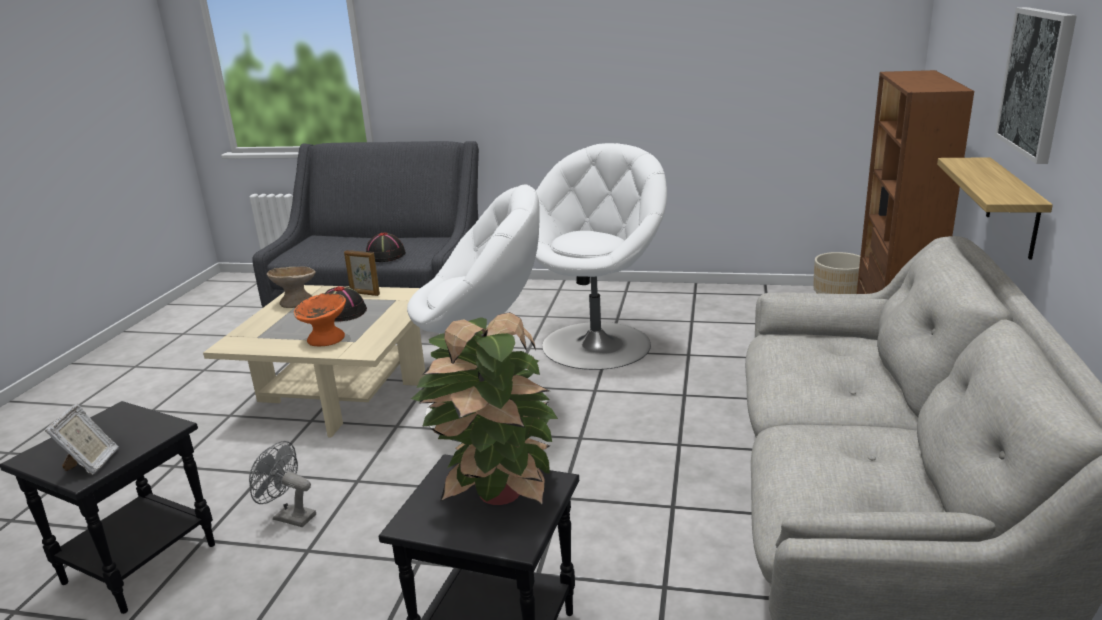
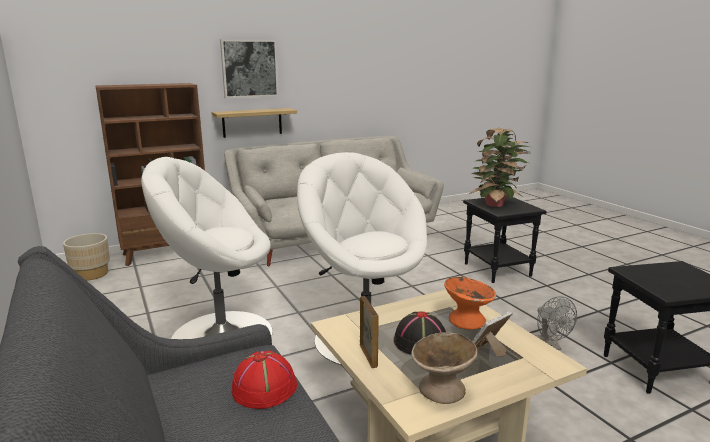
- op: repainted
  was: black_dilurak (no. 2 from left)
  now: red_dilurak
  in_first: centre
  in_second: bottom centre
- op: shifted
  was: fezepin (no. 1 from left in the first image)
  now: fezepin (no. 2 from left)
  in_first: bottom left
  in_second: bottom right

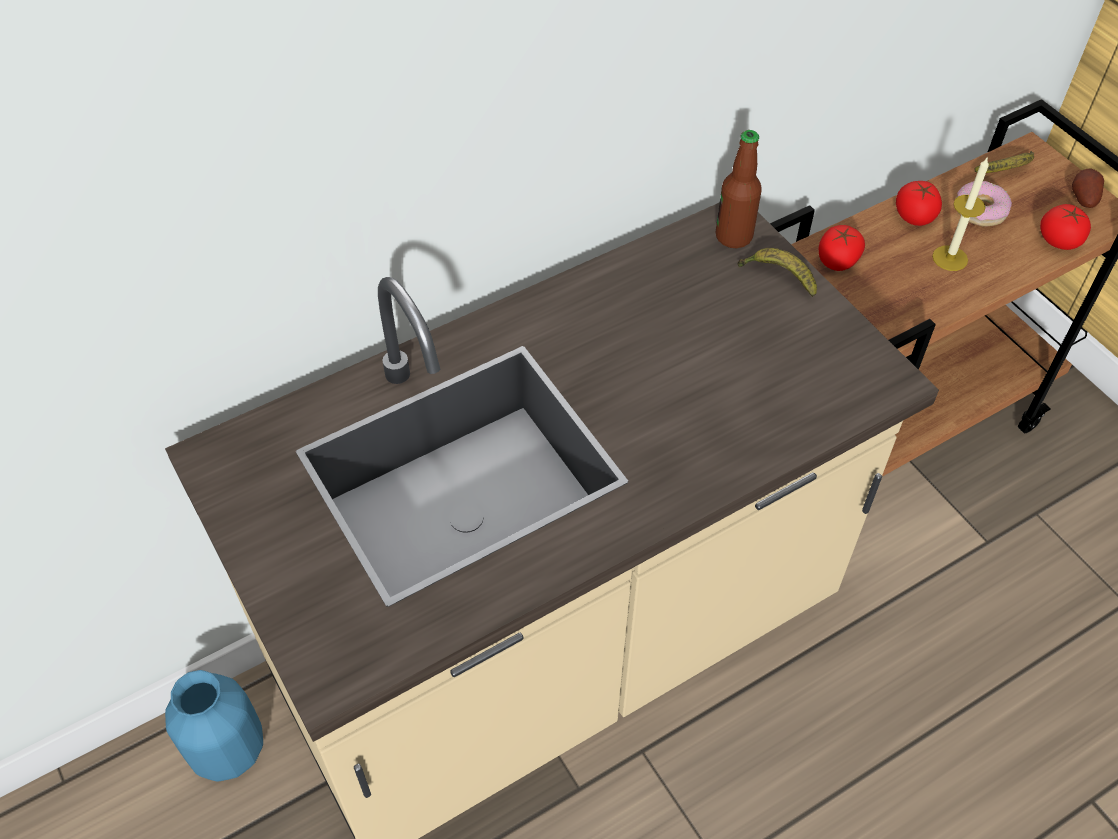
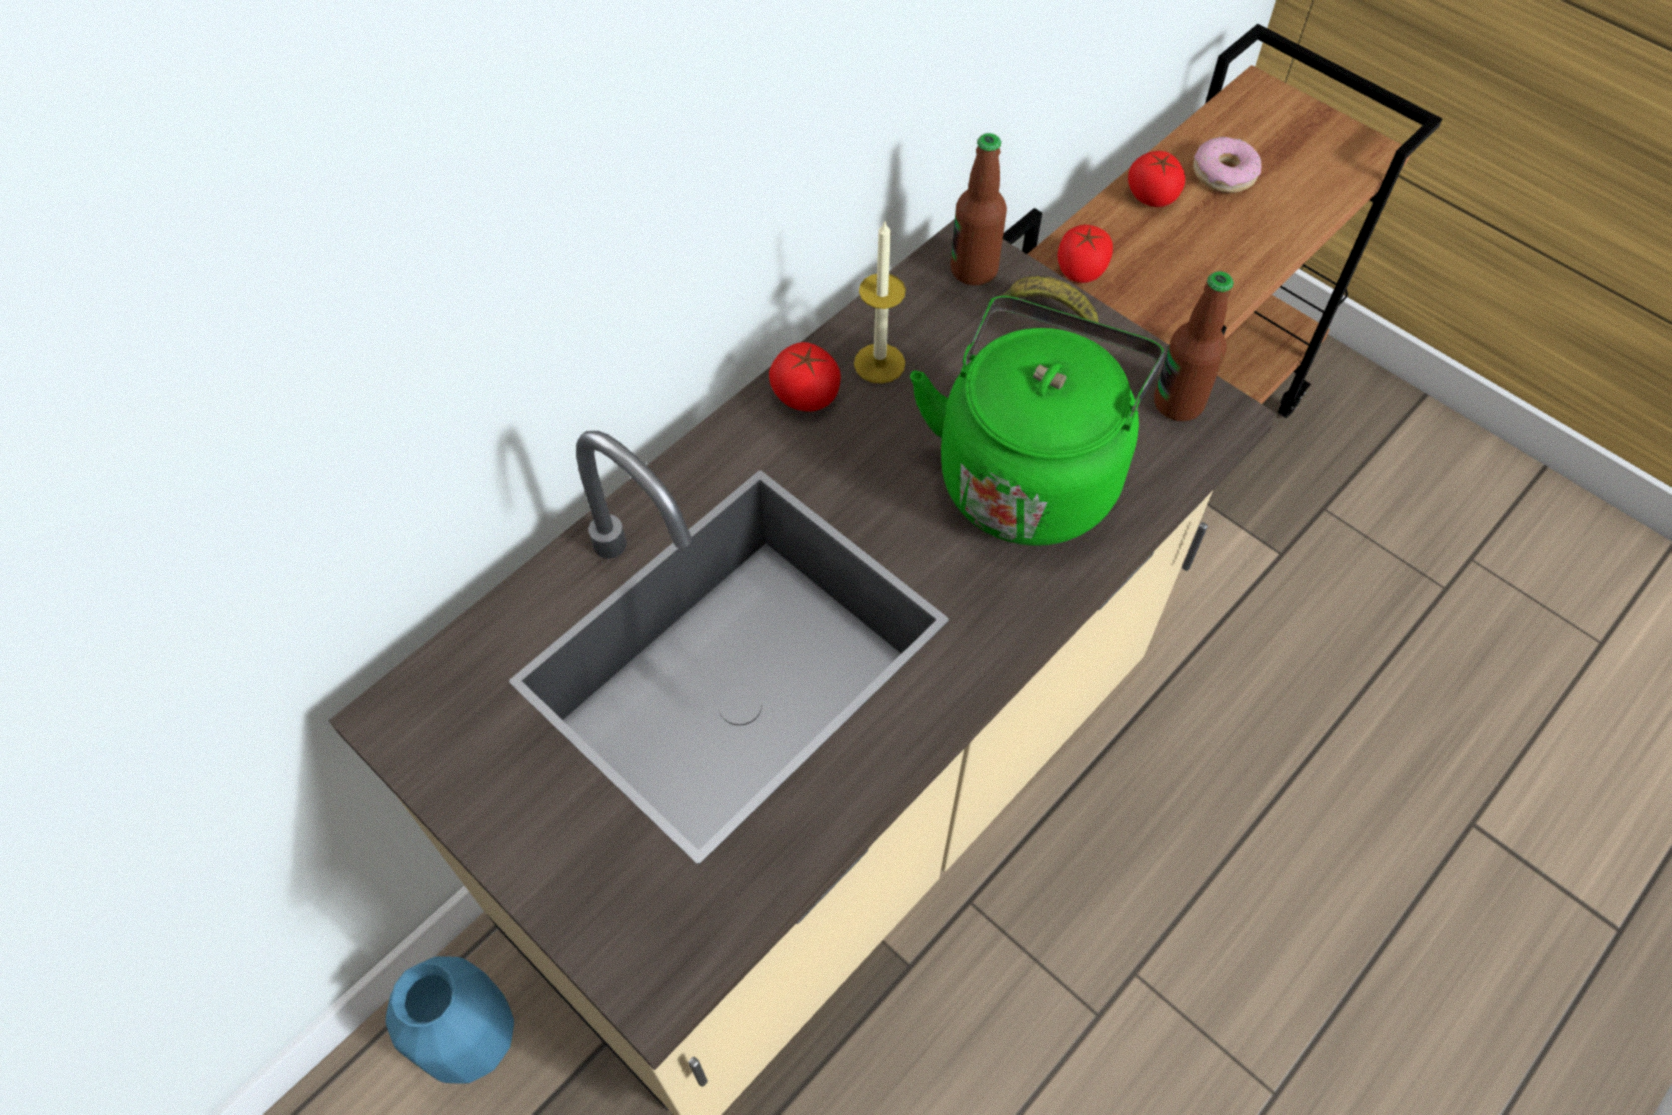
- op: gone
  was: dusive (no. 2 from left)
  in_first: top right
- op: shifted
  was: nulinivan
  in_first: top right
  in_second: top centre
- op: gone
  was: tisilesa
  in_first: top right
- op: shifted
  was: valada (no. 3 from left in the first image)
  now: valada (no. 1 from left)
  in_first: top right
  in_second: centre
- op: new
  now: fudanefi (no. 2 from left)
  in_second: top right
- op: new
  now: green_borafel
  in_second: centre

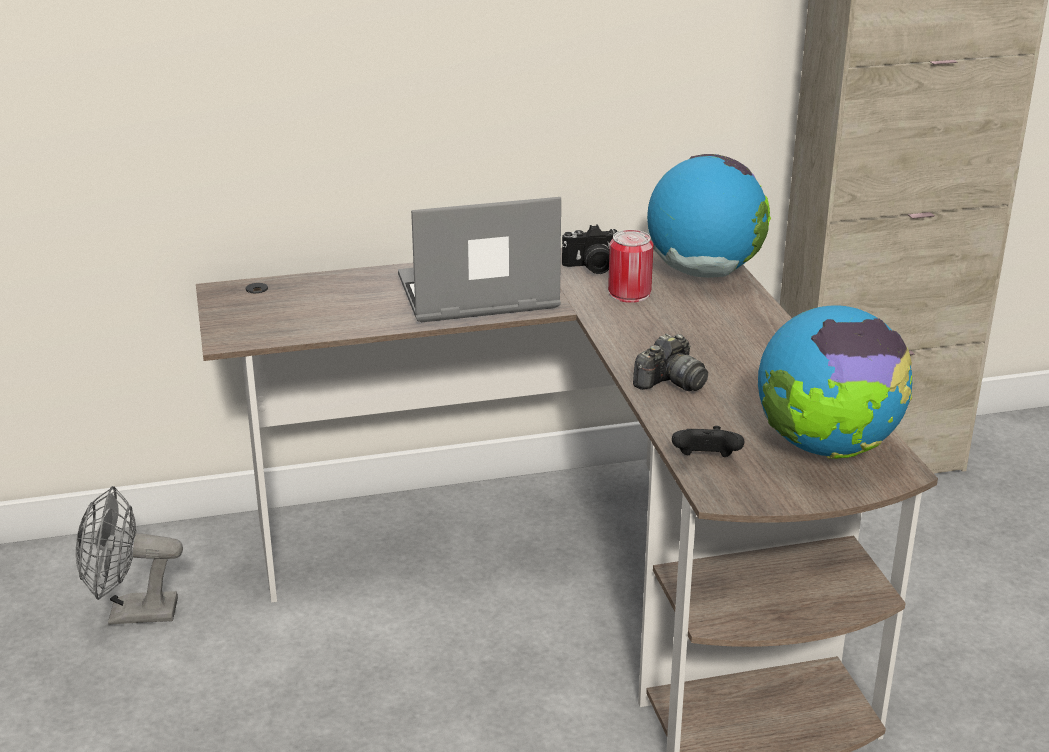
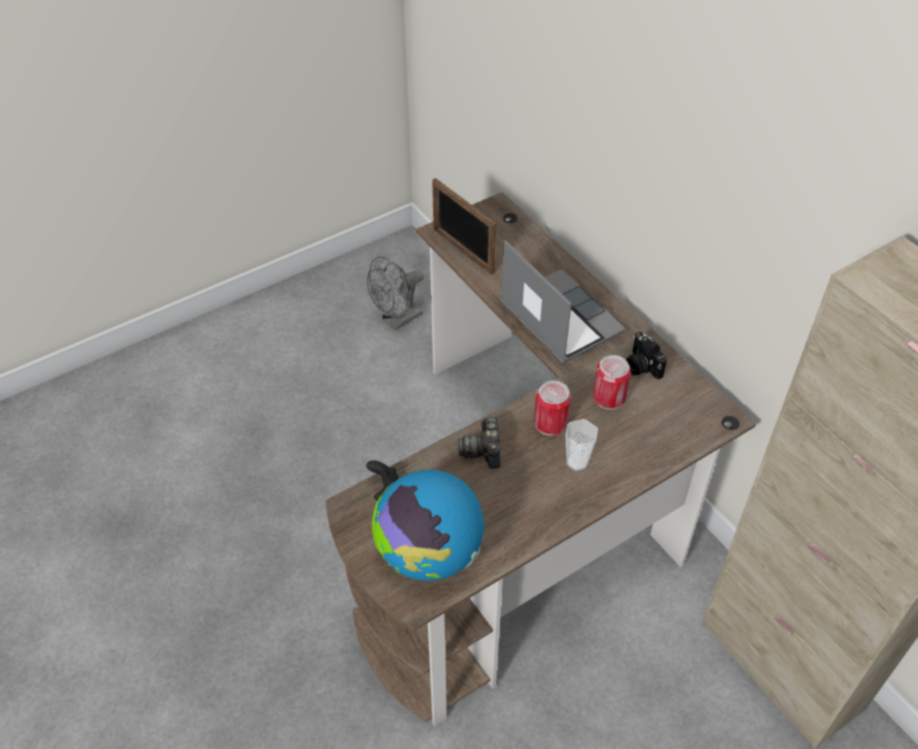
- op: gone
  was: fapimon (no. 1 from left)
  in_first: top right
- op: rotated
  was: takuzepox (no. 2 from left in the first image)
  in_first: centre
  in_second: centre
  clockwise: 60
- op: rotated
  was: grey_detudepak
  in_first: bottom left
  in_second: centre
  clockwise: -105
- op: new
  now: fezepin
  in_second: top centre
- op: new
  now: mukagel (no. 1 from left)
  in_second: centre
- op: new
  now: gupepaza
  in_second: centre

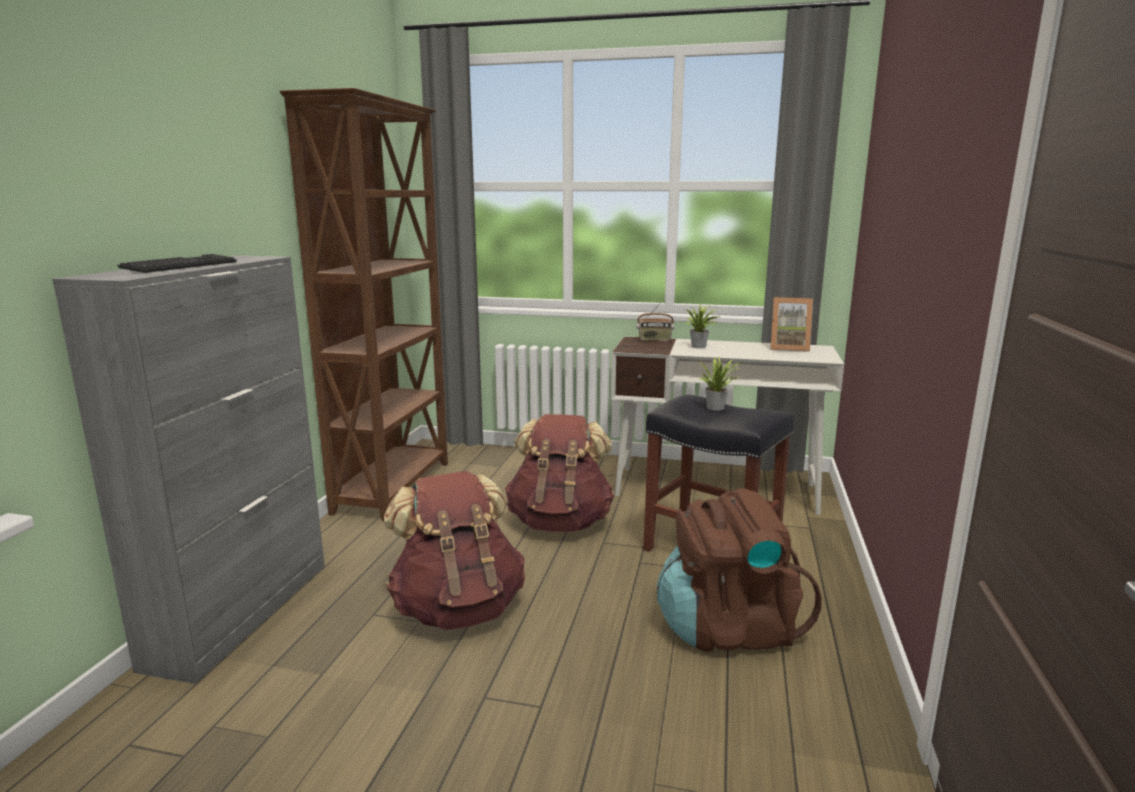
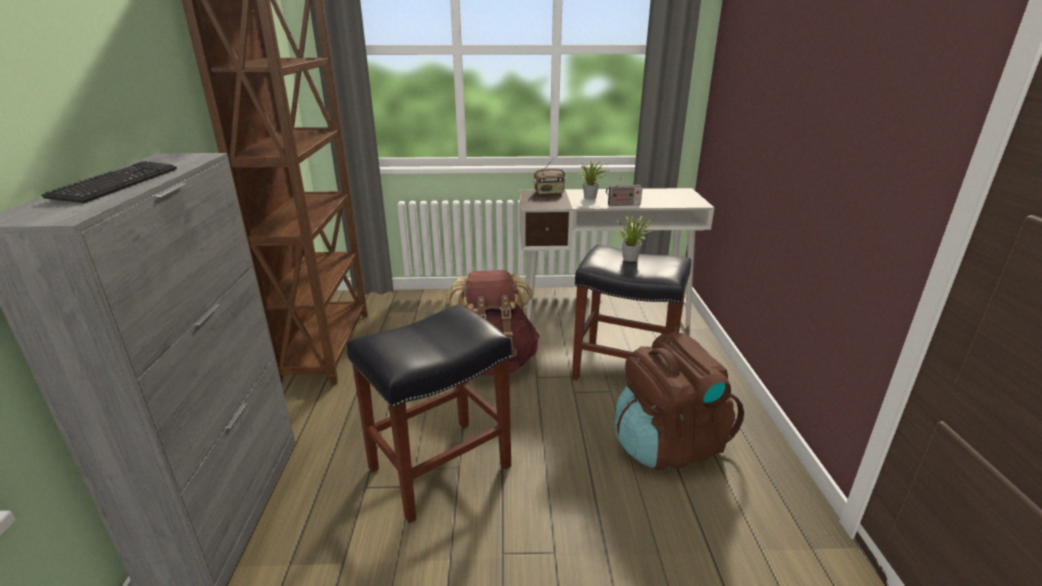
- op: gone
  was: fezepin
  in_first: middle right
- op: swapped
  was: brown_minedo (no. 1 from left)
  now: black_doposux (no. 1 from left)
  in_first: bottom centre
  in_second: bottom centre
- op: new
  now: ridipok (no. 2 from left)
  in_second: top centre

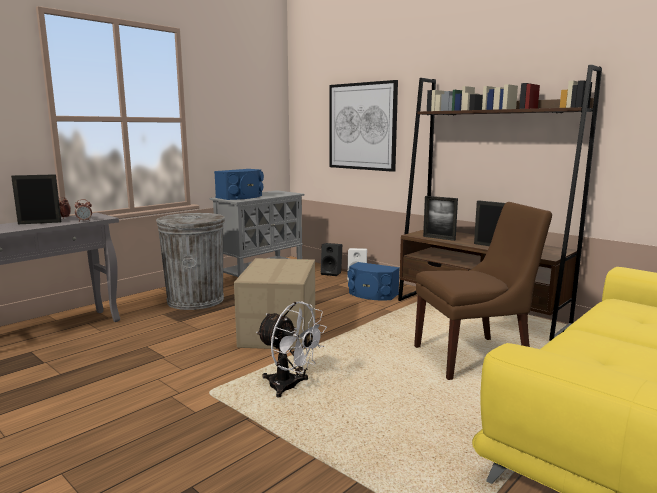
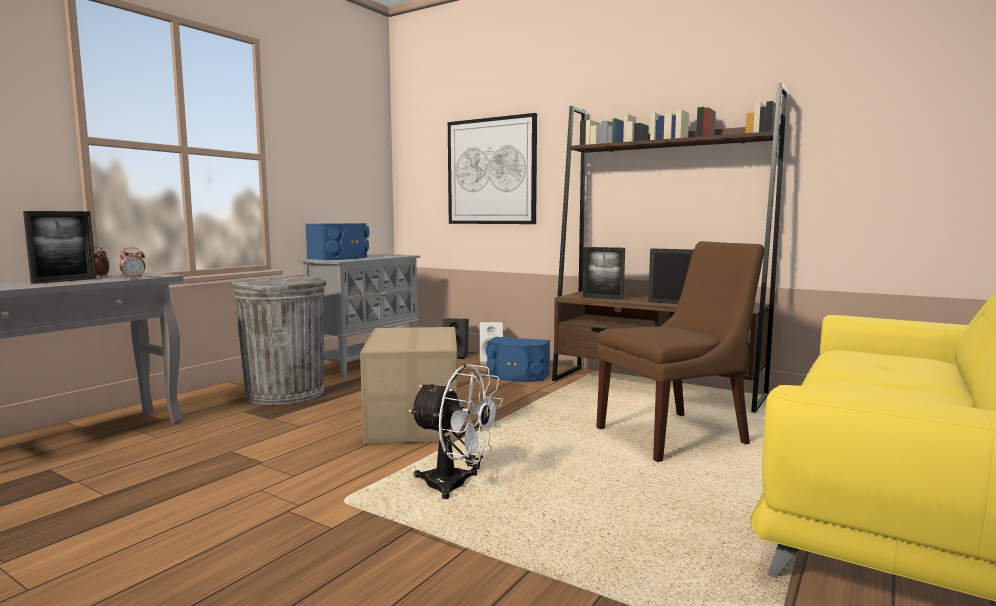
- op: rotated
  was: fezepin (no. 1 from left)
  in_first: middle left
  in_second: middle left
  clockwise: 150

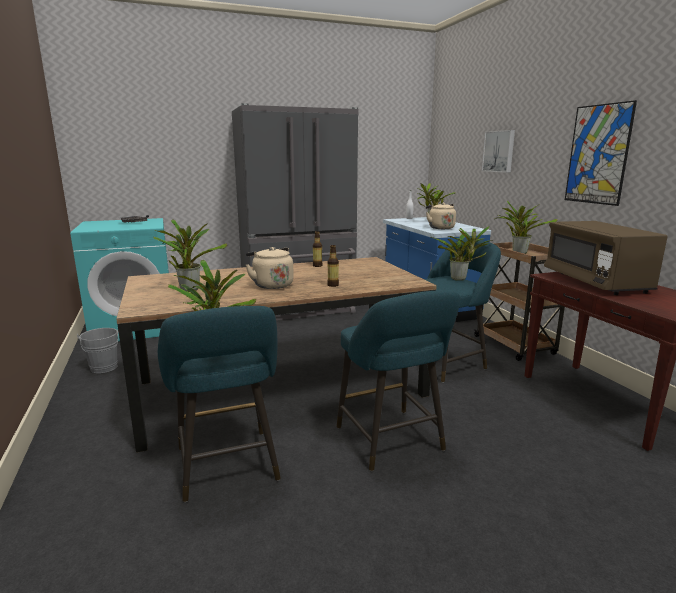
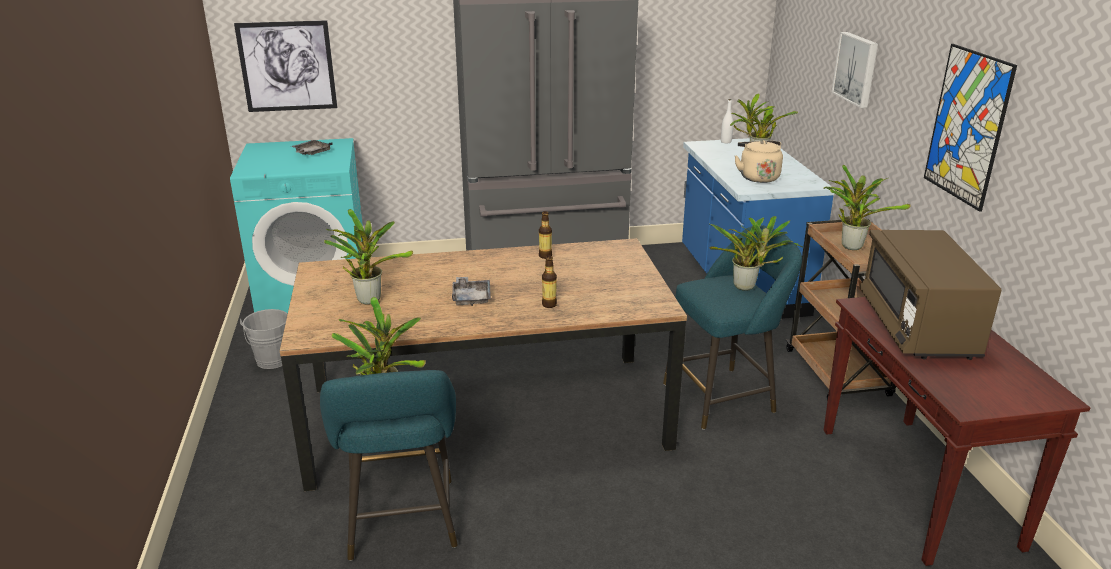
- op: swapped
  was: beige_borafel (no. 1 from left)
  now: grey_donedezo (no. 2 from left)
  in_first: centre
  in_second: centre
- op: gone
  was: turquoise_doposux (no. 2 from left)
  in_first: centre
- op: new
  now: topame (no. 1 from left)
  in_second: top left

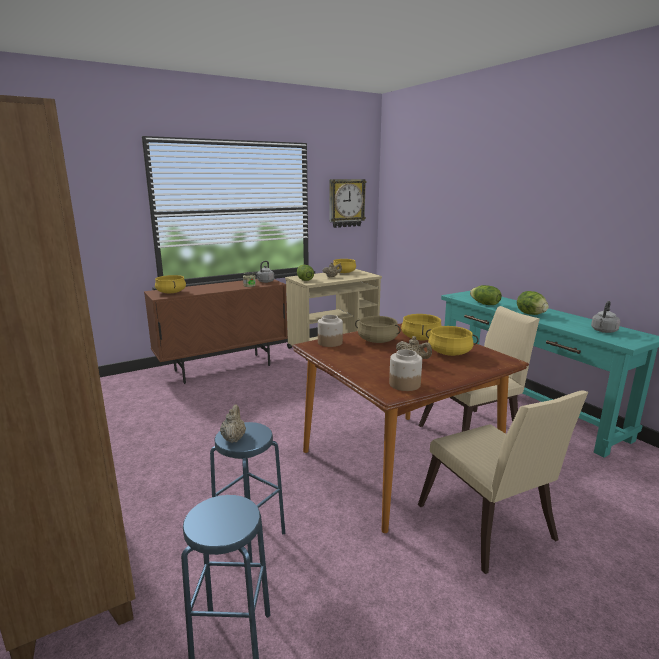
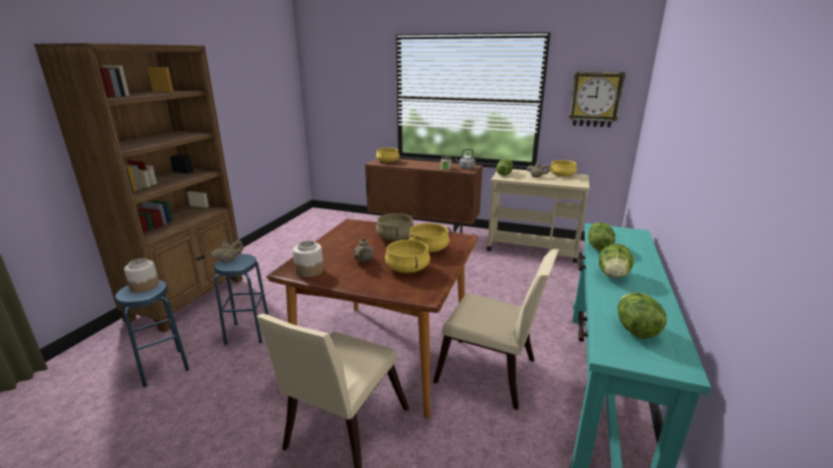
- op: swapped
  was: grey_borafel (no. 2 from left)
  now: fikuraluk (no. 4 from left)
  in_first: middle right
  in_second: bottom right
- op: shifted
  was: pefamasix (no. 2 from left in the first image)
  now: pefamasix (no. 1 from left)
  in_first: centre
  in_second: middle left

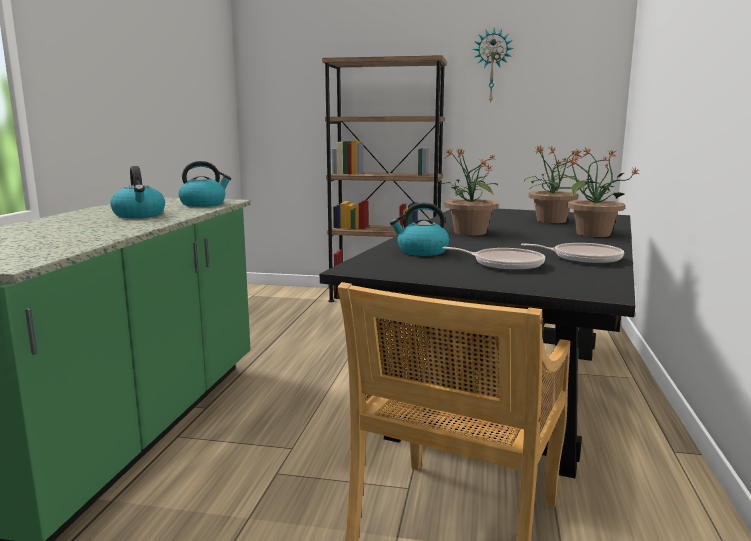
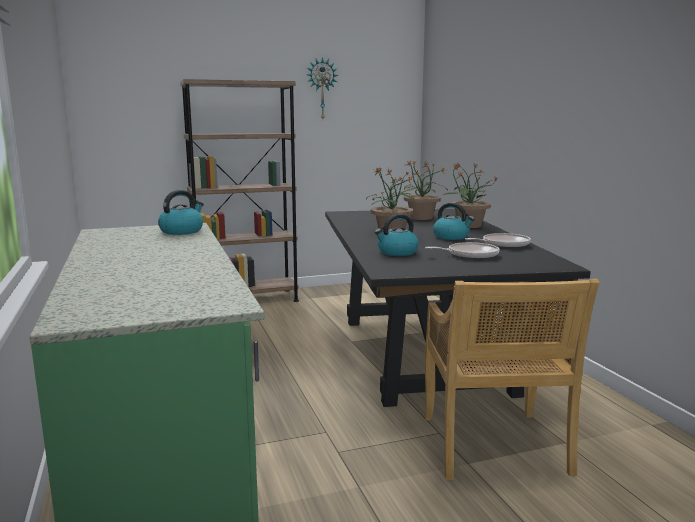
- op: shifted
  was: borafel (no. 1 from left in the first image)
  now: borafel (no. 3 from left)
  in_first: middle left
  in_second: centre

